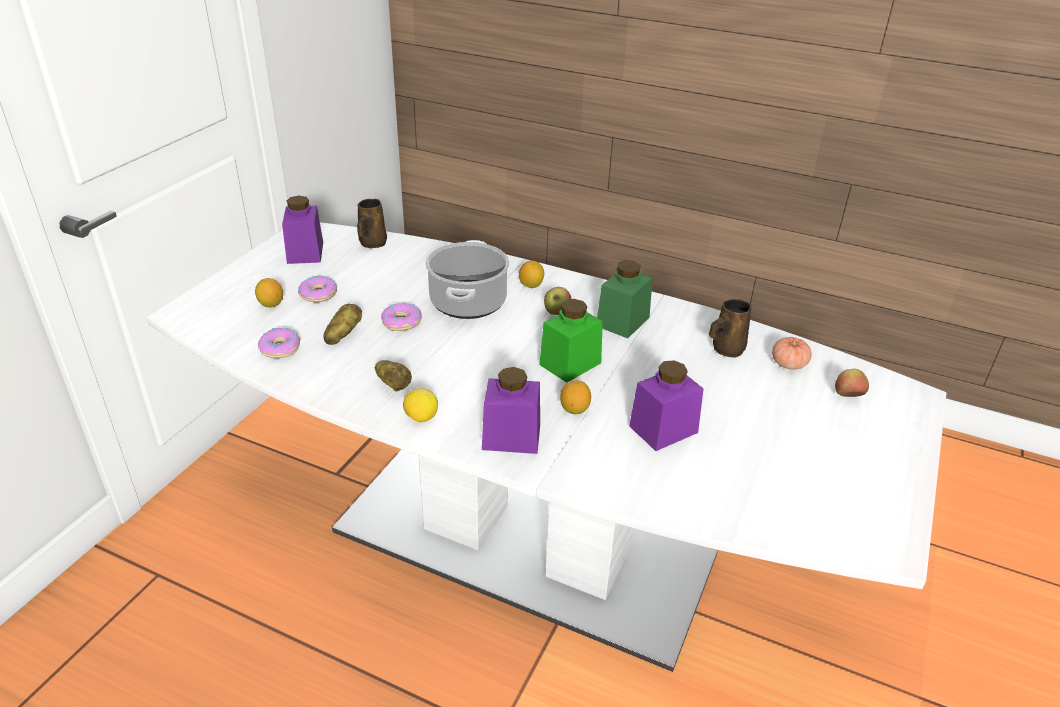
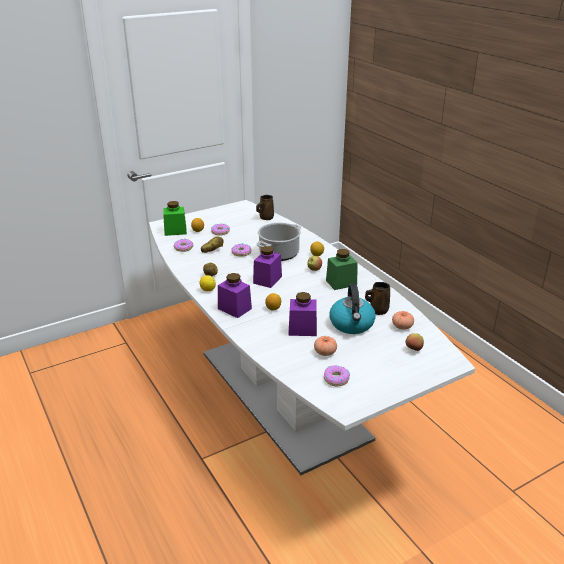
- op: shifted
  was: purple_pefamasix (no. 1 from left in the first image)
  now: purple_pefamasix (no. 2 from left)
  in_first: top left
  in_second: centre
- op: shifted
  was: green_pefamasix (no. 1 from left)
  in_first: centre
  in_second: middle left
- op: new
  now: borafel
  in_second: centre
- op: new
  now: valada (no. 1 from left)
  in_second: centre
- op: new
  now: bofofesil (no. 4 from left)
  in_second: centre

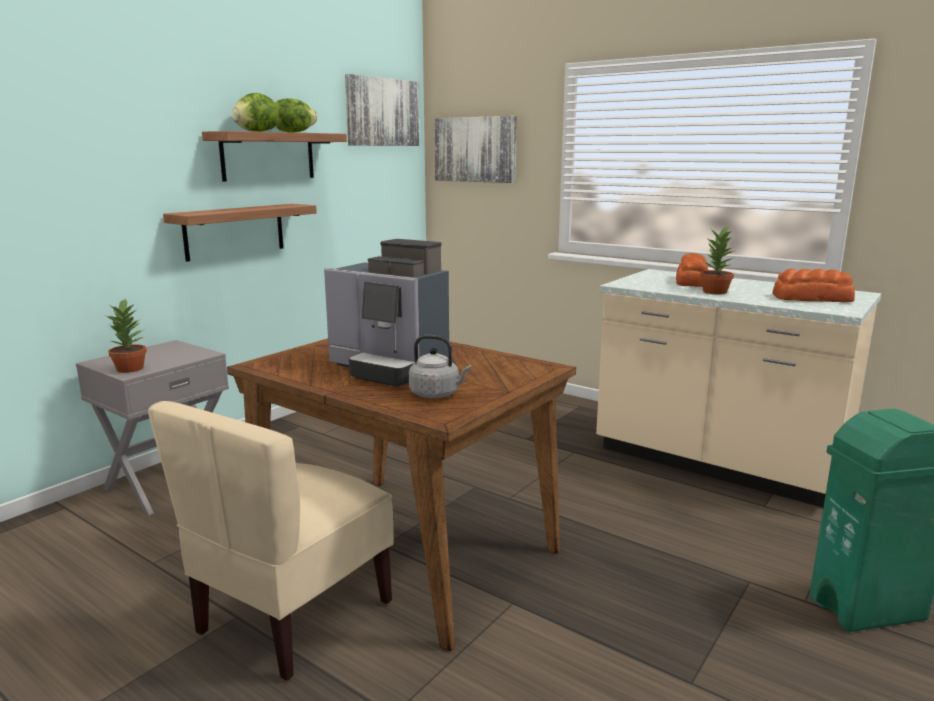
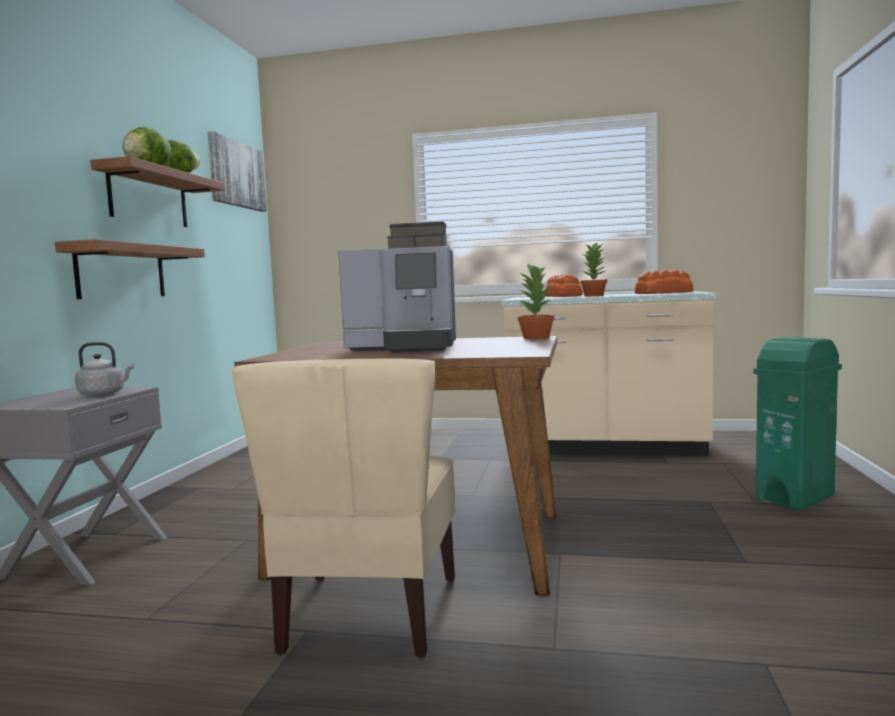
- op: gone
  was: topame (no. 2 from left)
  in_first: top centre
- op: shifted
  was: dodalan (no. 1 from left)
  in_first: middle left
  in_second: centre
- op: shifted
  was: grey_borafel
  in_first: centre
  in_second: middle left

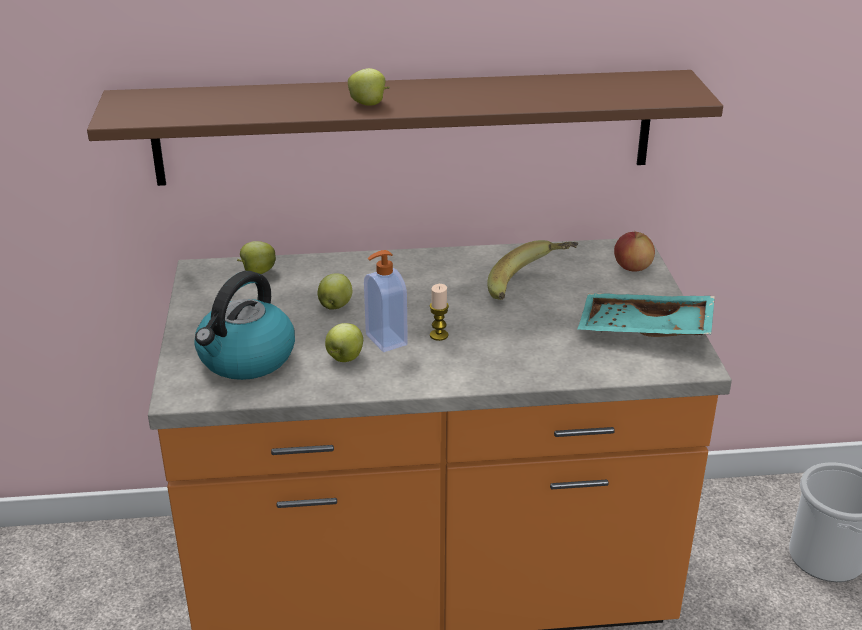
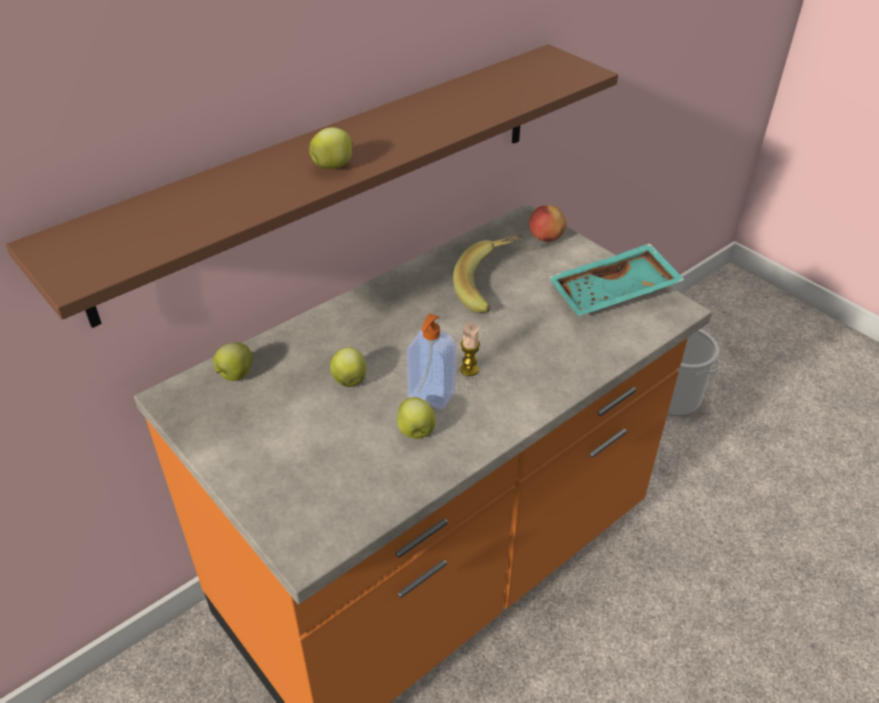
- op: gone
  was: borafel
  in_first: middle left

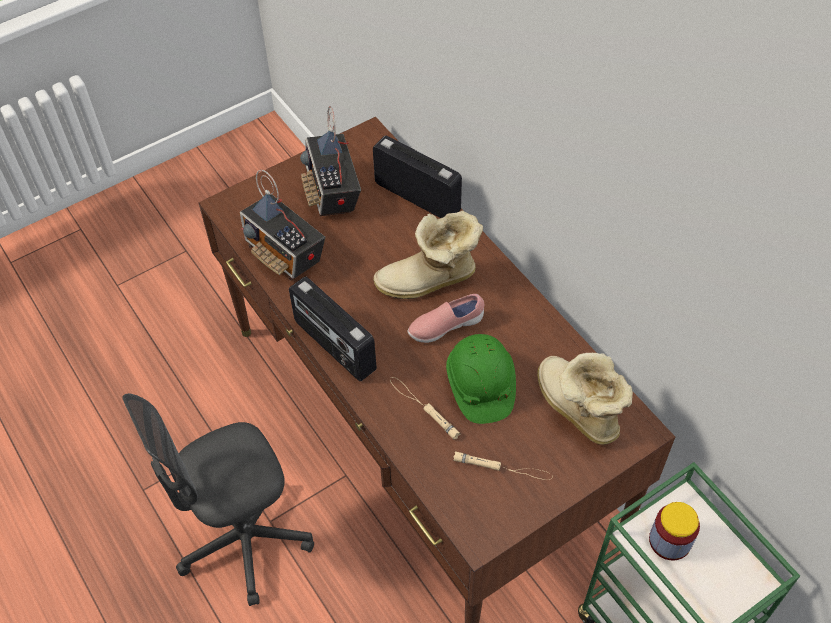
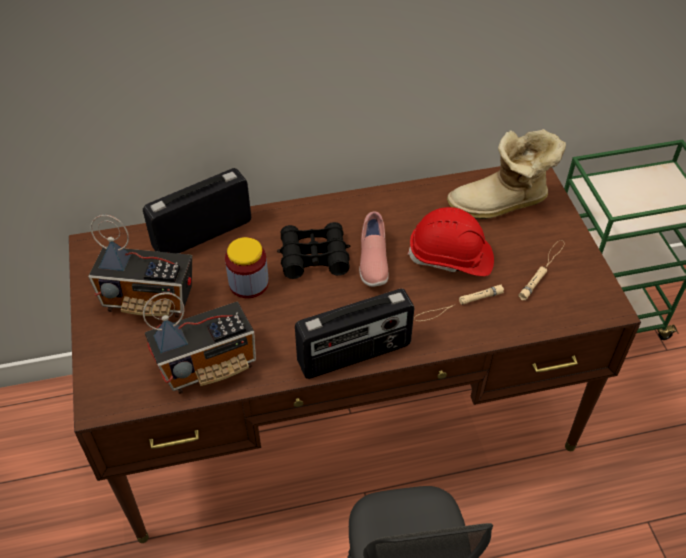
- op: swapped
  was: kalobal (no. 1 from left)
  now: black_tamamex
  in_first: centre
  in_second: centre
- op: repainted
  was: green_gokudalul
  now: red_gokudalul
  in_first: centre
  in_second: centre
- op: shifted
  was: pefamasix
  in_first: bottom right
  in_second: centre

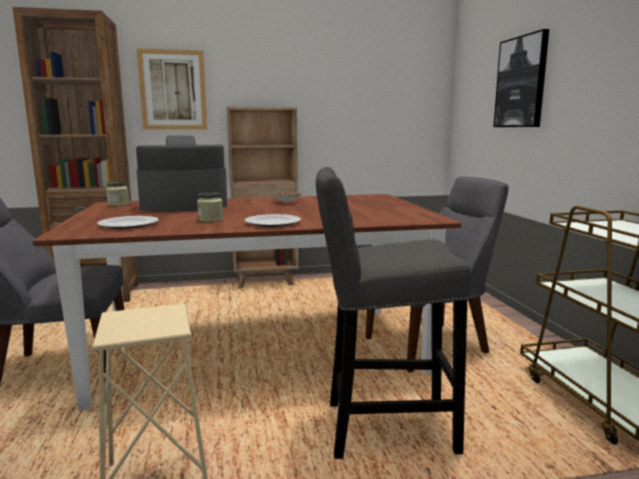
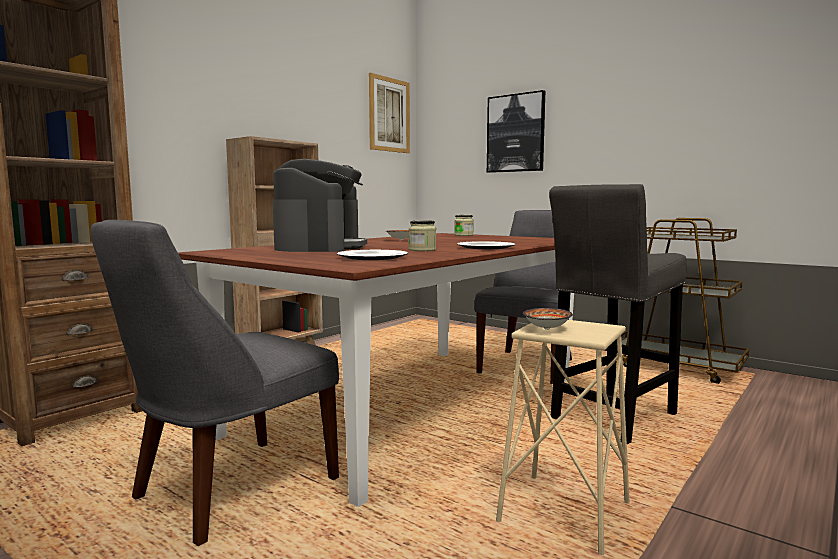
- op: shifted
  was: topame (no. 1 from left)
  in_first: top left
  in_second: top centre
- op: rotated
  was: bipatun
  in_first: middle left
  in_second: centre
  clockwise: 150
- op: shifted
  was: pefamasix (no. 1 from left in the first image)
  now: pefamasix (no. 2 from left)
  in_first: middle left
  in_second: centre
- op: new
  now: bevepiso (no. 2 from left)
  in_second: centre

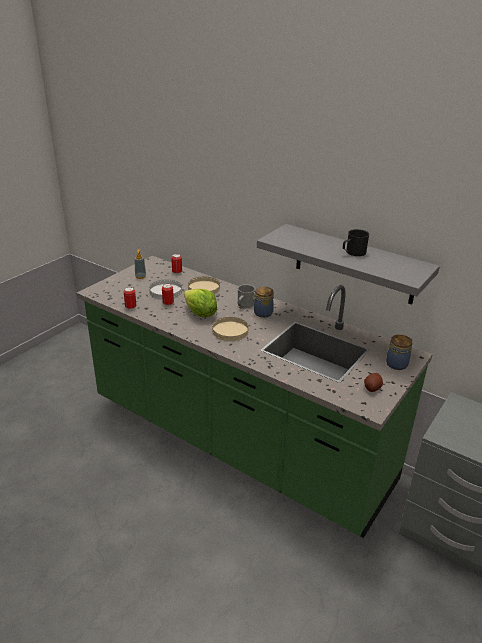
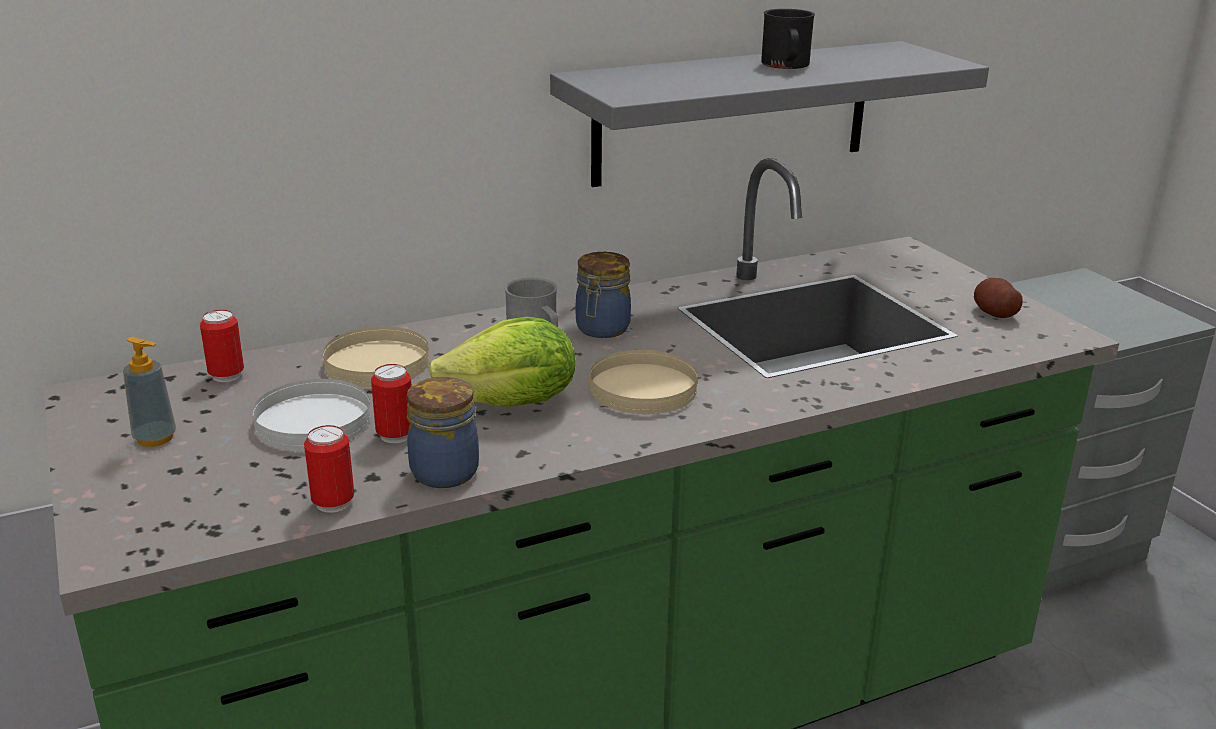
- op: shifted
  was: pefamasix (no. 2 from left in the first image)
  now: pefamasix (no. 1 from left)
  in_first: middle right
  in_second: centre

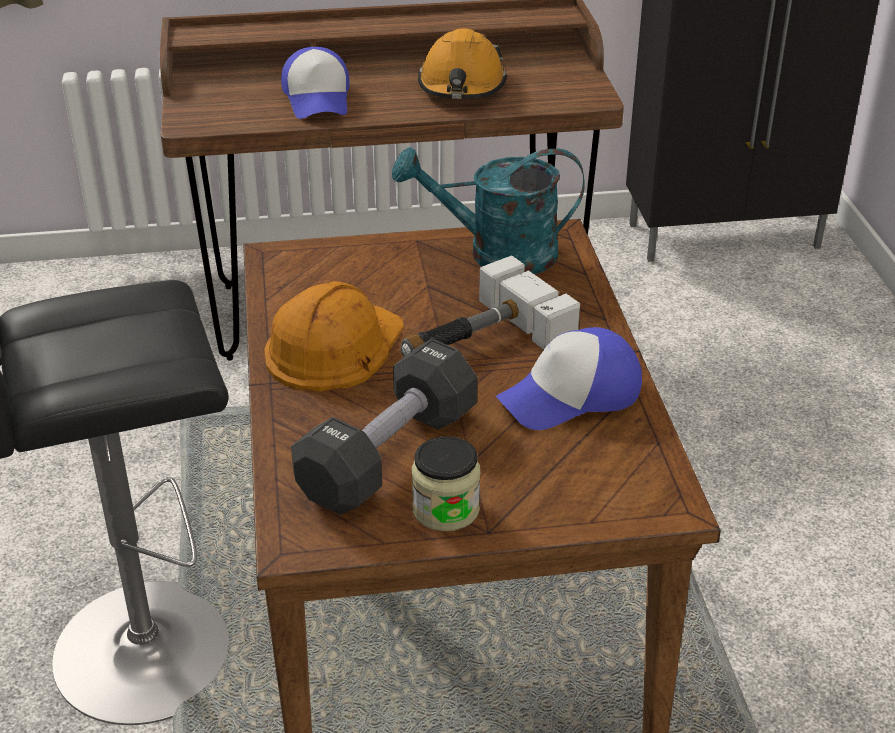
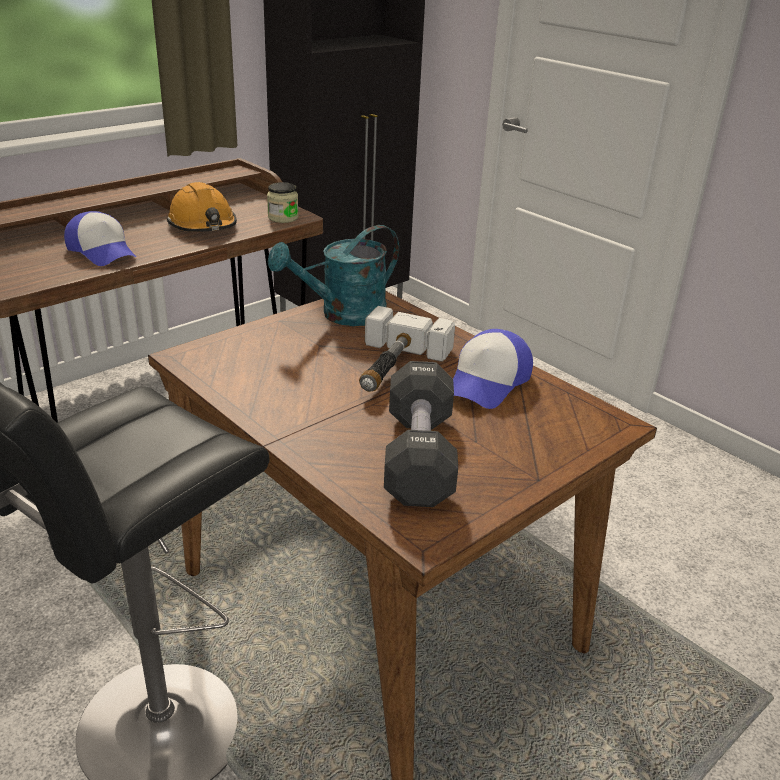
- op: gone
  was: orange_gokudalul (no. 1 from left)
  in_first: centre
- op: shifted
  was: pefamasix
  in_first: centre
  in_second: top centre

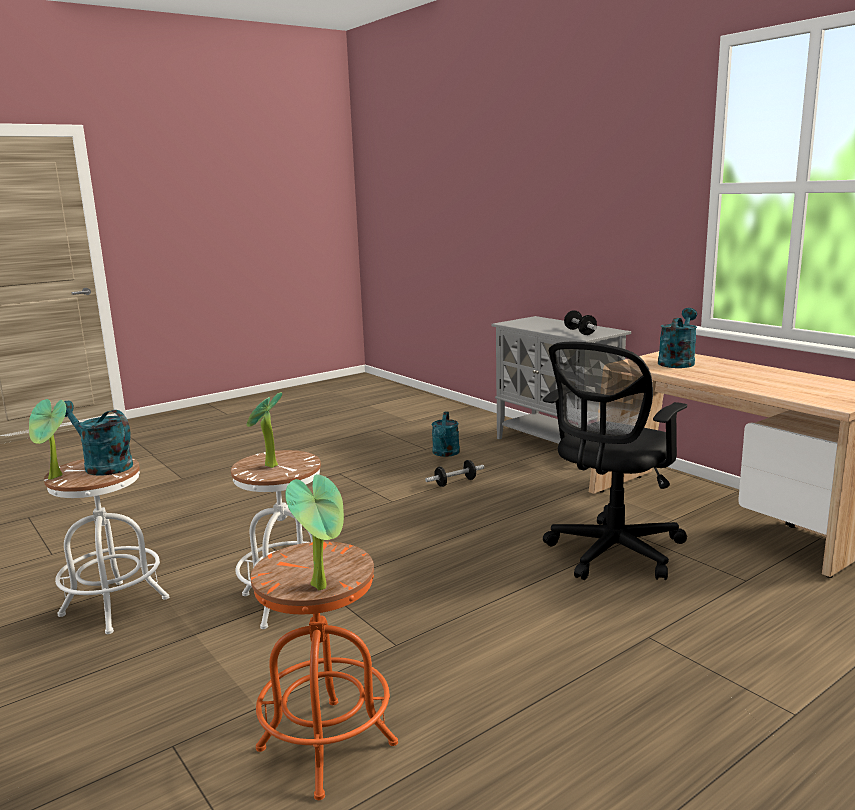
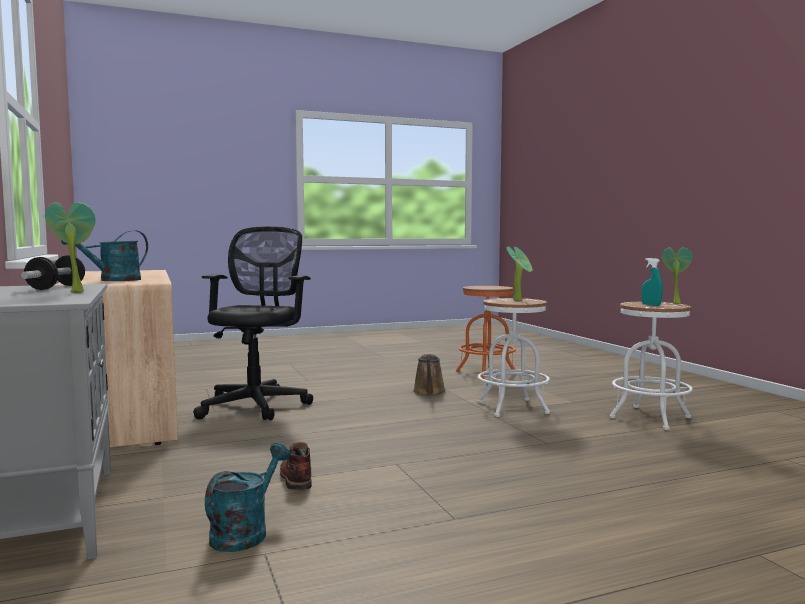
- op: rotated
  was: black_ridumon
  in_first: middle right
  in_second: middle left
  clockwise: -45
- op: swapped
  was: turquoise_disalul (no. 1 from left)
  now: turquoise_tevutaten
  in_first: middle left
  in_second: middle right
- op: swapped
  was: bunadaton (no. 1 from left)
  now: brown_kalobal
  in_first: centre
  in_second: bottom centre
- op: shifted
  was: dodalan (no. 3 from left in the first image)
  now: dodalan (no. 1 from left)
  in_first: centre
  in_second: middle left
- op: new
  now: brown_disalul
  in_second: centre

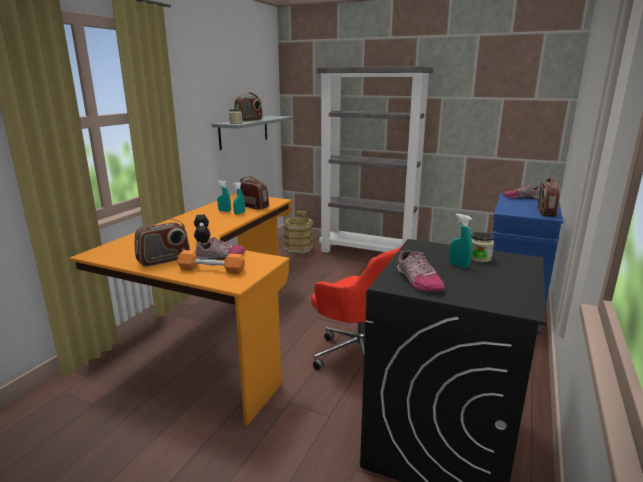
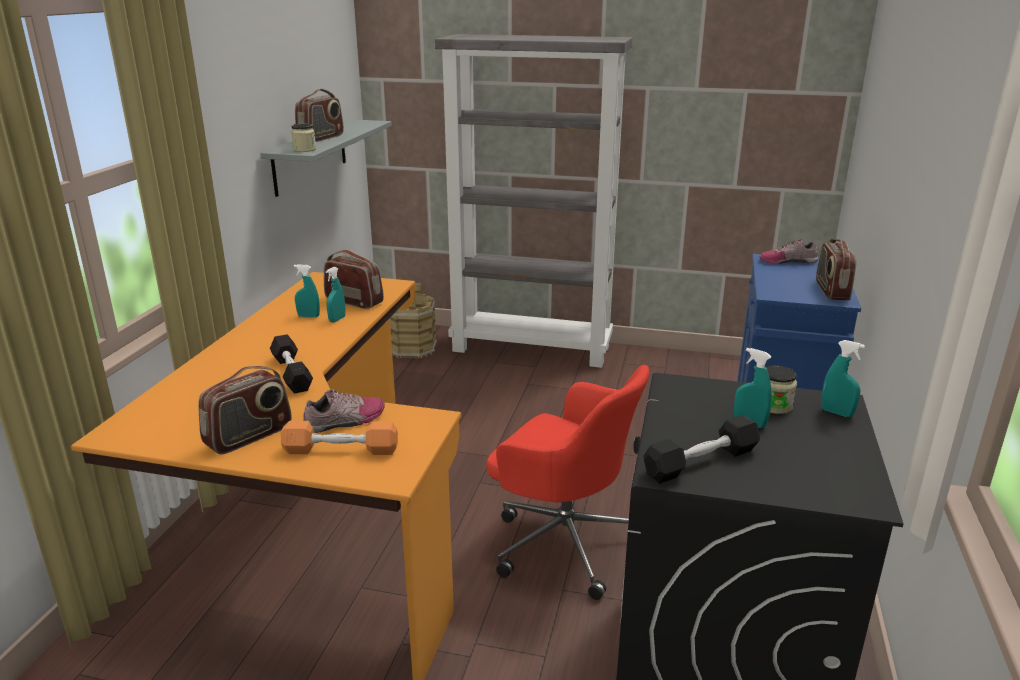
- op: swapped
  was: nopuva (no. 2 from left)
  now: black_bunadaton (no. 2 from left)
  in_first: centre
  in_second: middle right
- op: new
  now: turquoise_tevutaten (no. 4 from left)
  in_second: middle right

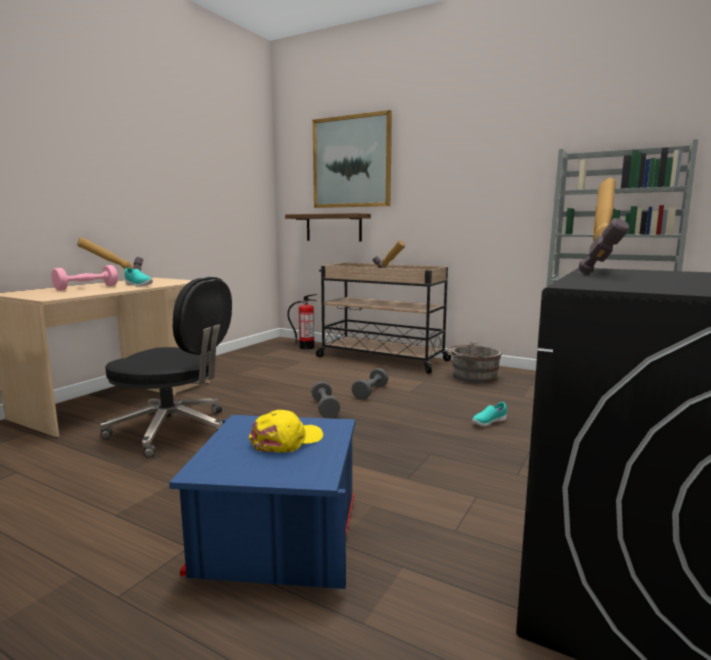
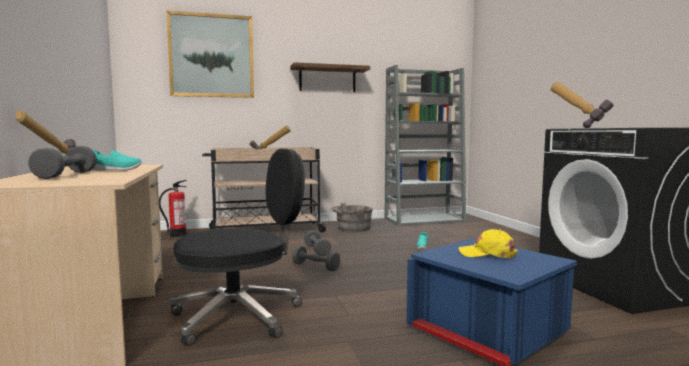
- op: shifted
  was: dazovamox
  in_first: centre
  in_second: top centre
- op: repainted
  was: pink_bunadaton
  now: grey_bunadaton (no. 1 from left)
  in_first: middle left
  in_second: middle left
- op: rotated
  was: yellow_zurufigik
  in_first: centre
  in_second: middle right
  clockwise: -75

